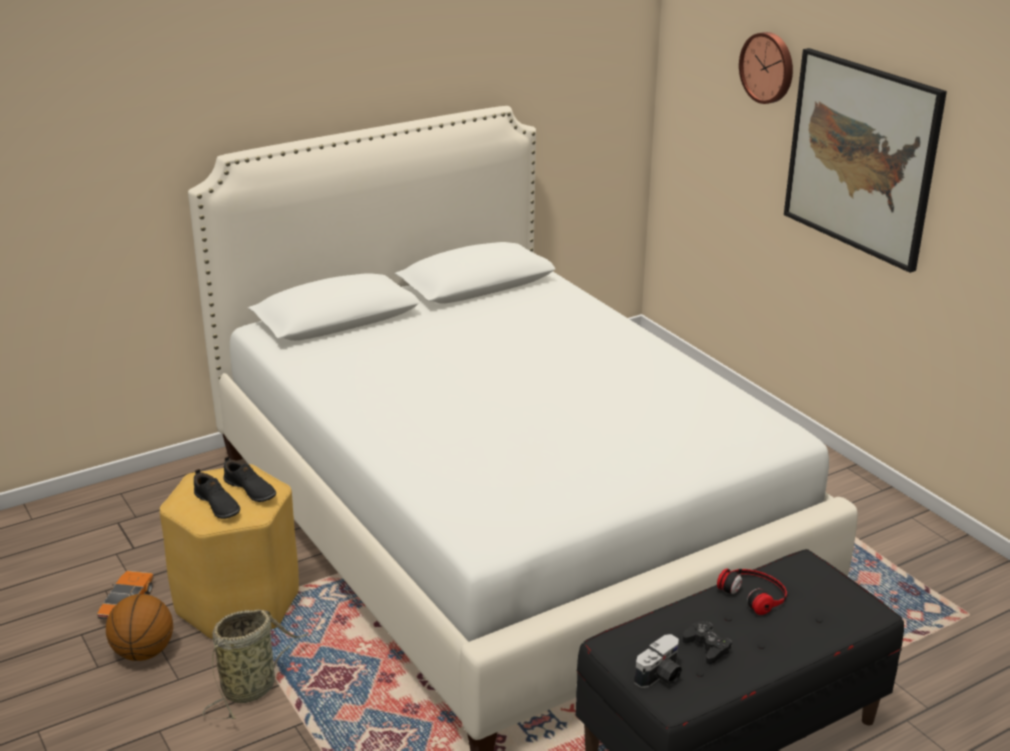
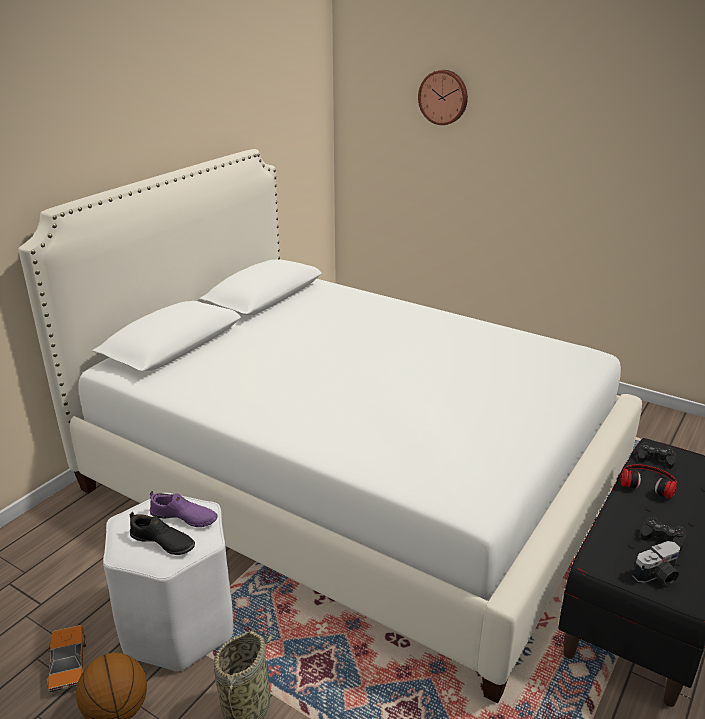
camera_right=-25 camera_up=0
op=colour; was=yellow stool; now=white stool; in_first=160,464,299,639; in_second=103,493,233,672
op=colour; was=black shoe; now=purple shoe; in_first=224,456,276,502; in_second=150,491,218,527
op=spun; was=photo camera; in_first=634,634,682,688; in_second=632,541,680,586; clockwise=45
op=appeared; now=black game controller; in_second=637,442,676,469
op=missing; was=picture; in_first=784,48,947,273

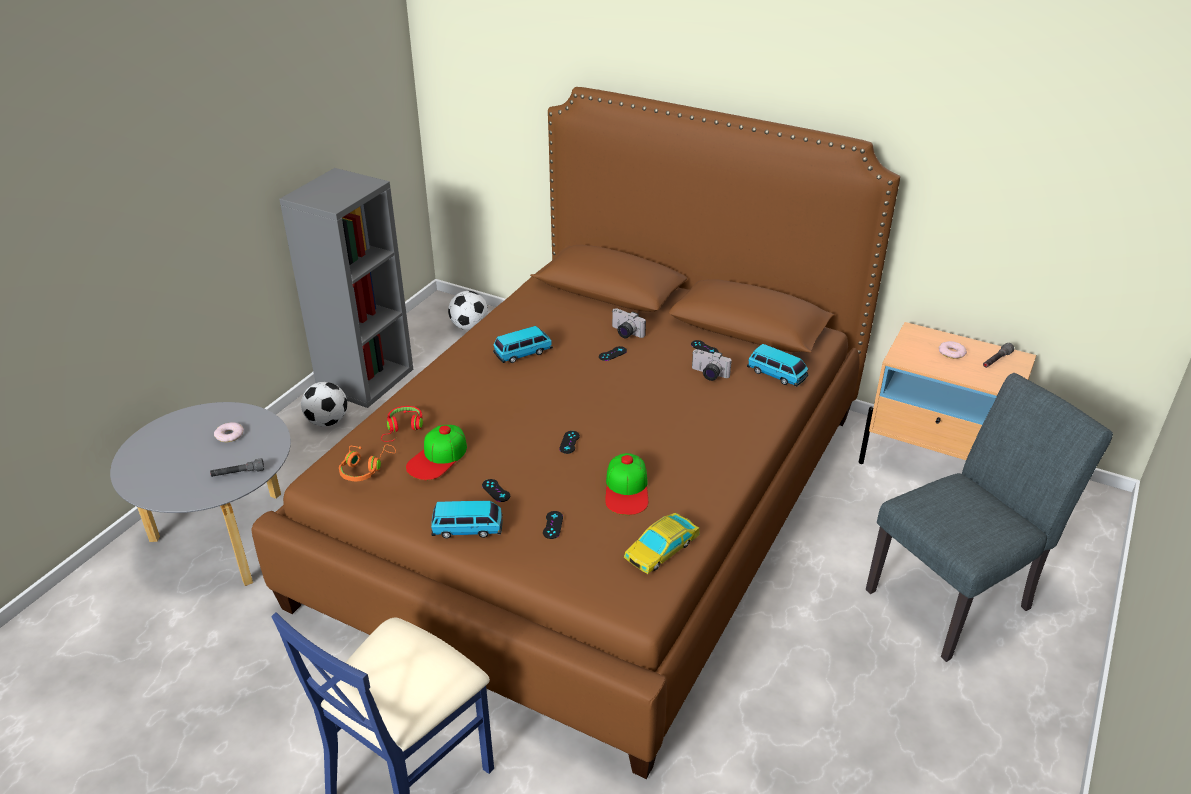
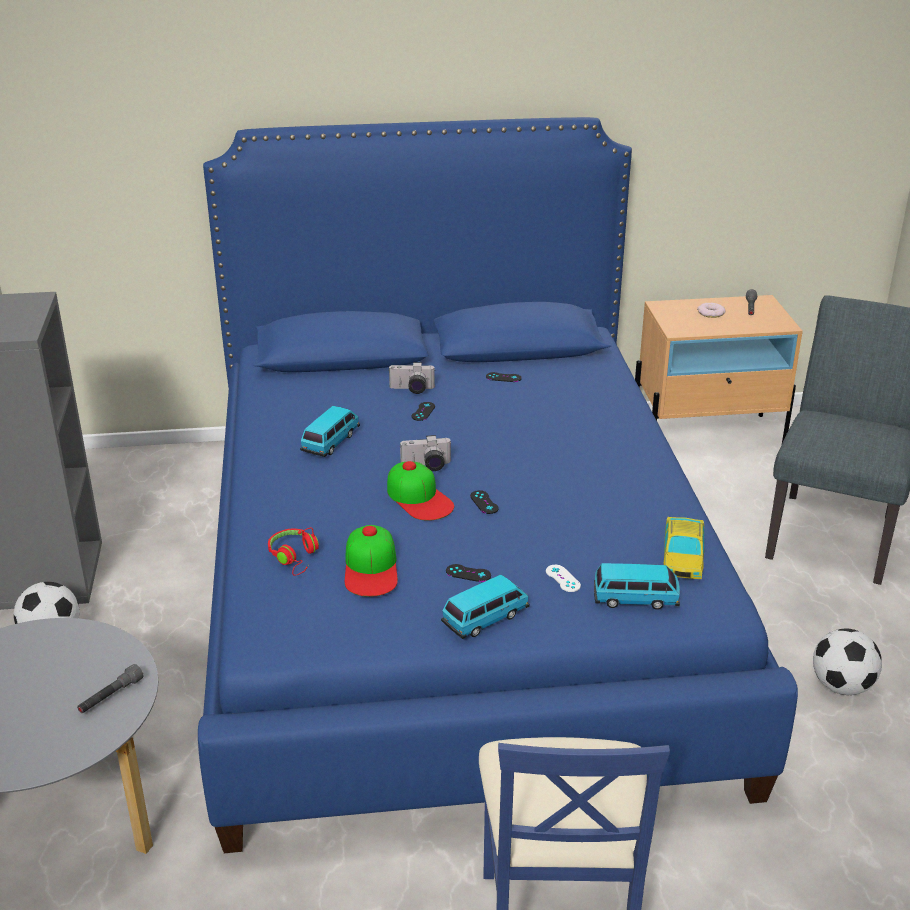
camera_right=-35 camera_up=-5
op=colour; was=brown bed; now=blue bed; in_first=251,87,900,779; in_second=198,117,798,853
op=relocated; was=cap; in_first=605,453,648,515; in_second=387,461,454,521
op=relocated; was=photo camera; in_first=692,349,732,381; in_second=400,435,452,471
op=colour; was=black game controller; now=white game controller; in_first=543,511,563,539; in_second=546,565,581,592
op=relocated; was=toy car; in_first=747,344,808,387; in_second=594,563,680,610
op=relocated; was=football; in_first=448,291,488,330; in_second=813,629,882,695
op=missing; was=donut; in_first=214,422,244,442
op=missing; was=orange headphones; in_first=339,444,396,481

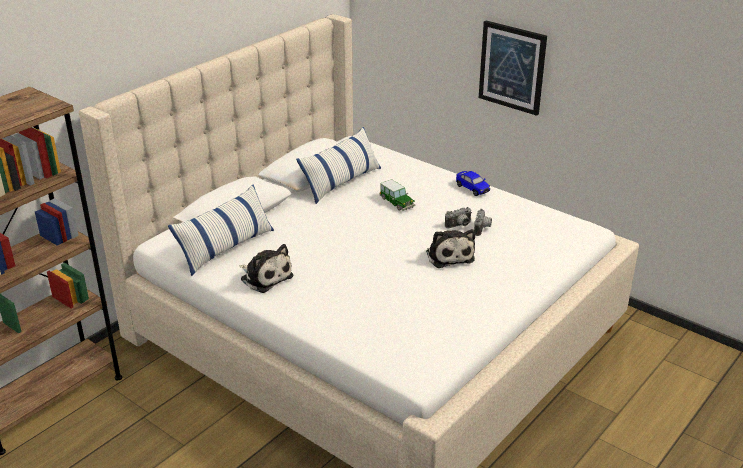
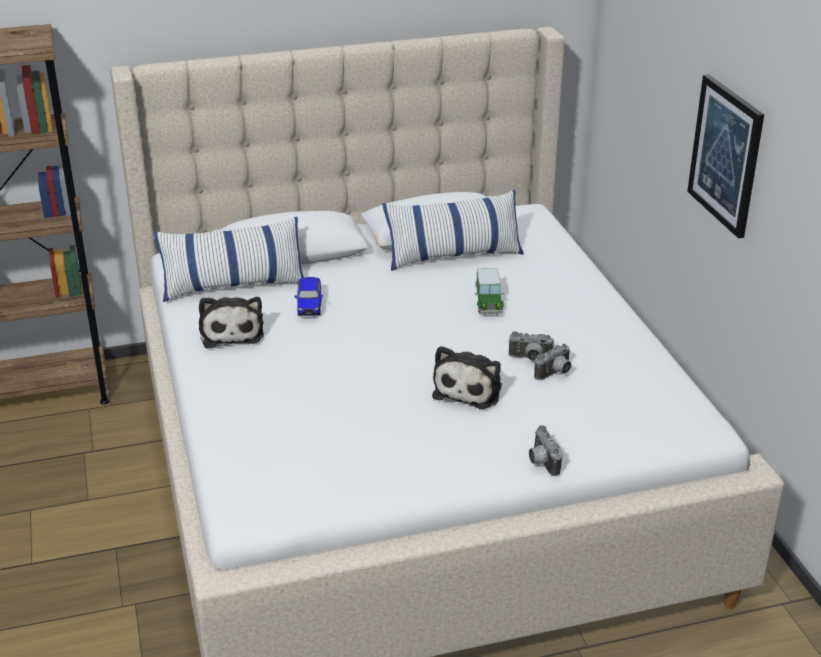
camera_right=35 camera_up=0
op=relocated; was=toy car; in_first=456,171,490,196; in_second=295,277,323,316
op=appeared; now=photo camera; in_second=529,425,563,476

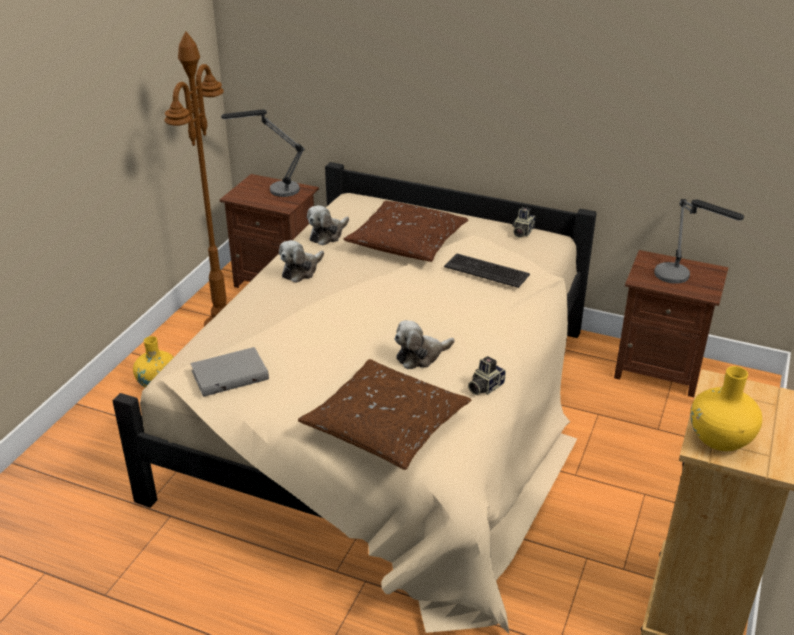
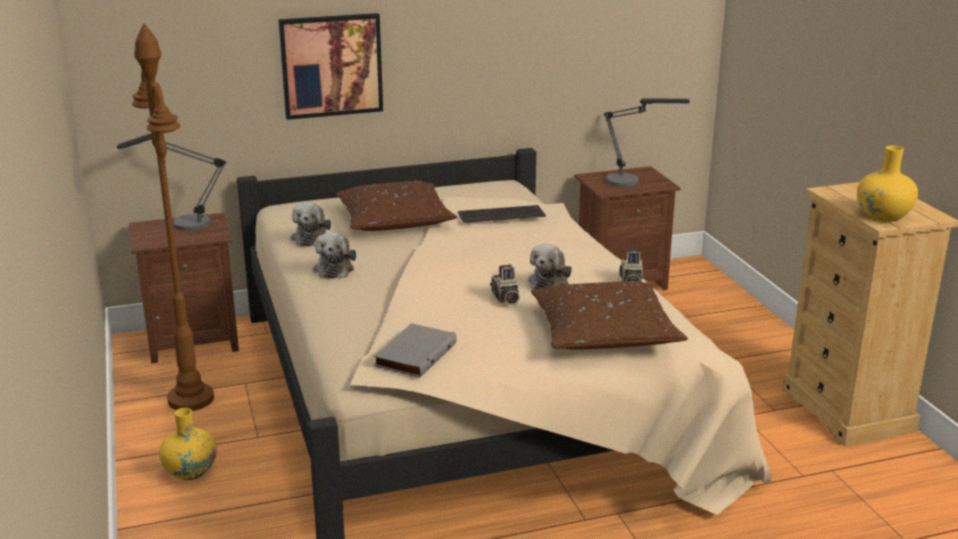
camera_right=-40 camera_up=-10
op=appeared; now=picture; in_second=278,13,383,120
op=relocated; was=photo camera; in_first=512,207,535,238; in_second=490,265,520,305

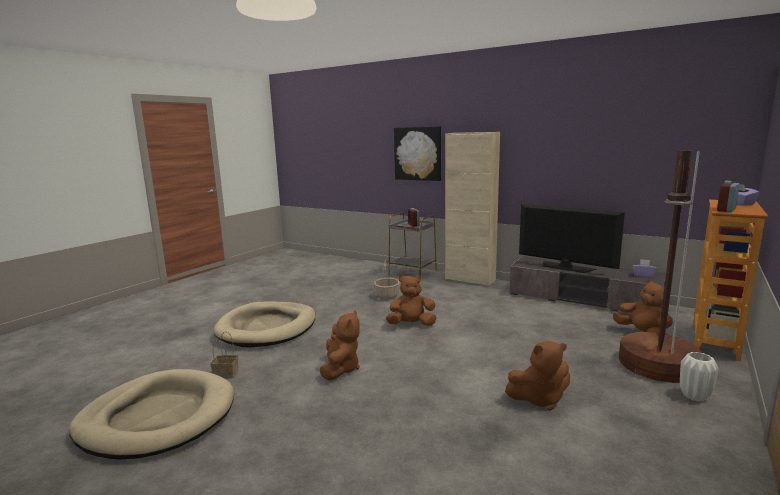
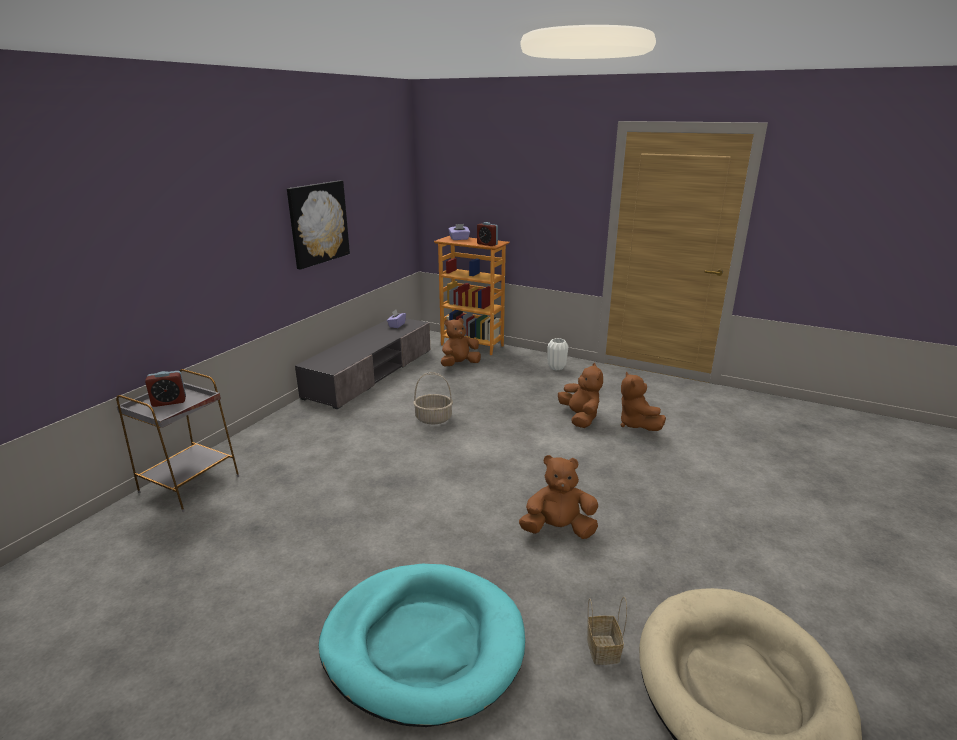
camera_right=-95 camera_up=10
op=relocated; was=picture; in_first=394,126,441,181; in_second=287,180,350,270
op=colour; was=beige dog bed; now=turquoise dog bed; in_first=213,302,316,348; in_second=319,564,525,727
op=relocated; was=basket; in_first=374,259,400,299; in_second=413,372,453,424
op=relocated; was=brown plush toy; in_first=386,275,437,326; in_second=620,372,666,431
op=missing; was=beige cabinet; in_first=445,132,500,286
op=missing; was=television; in_first=519,204,625,273
op=missing; was=brown floor lamp; in_first=619,150,702,383

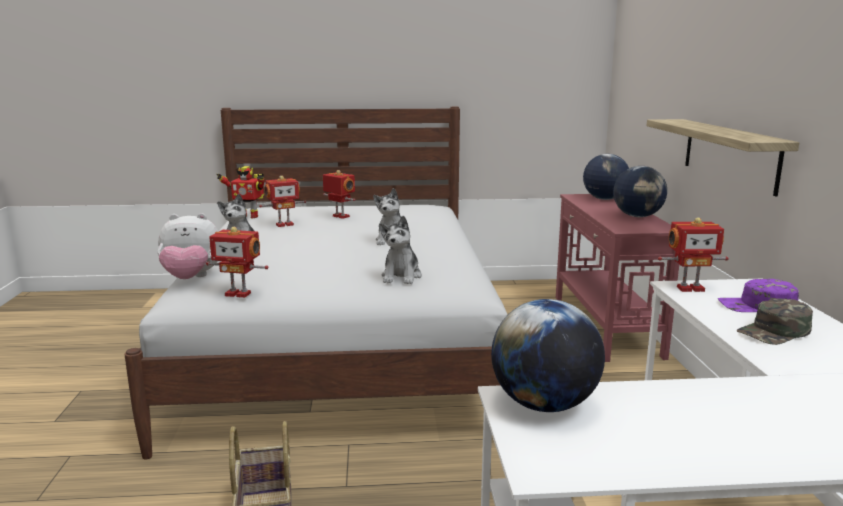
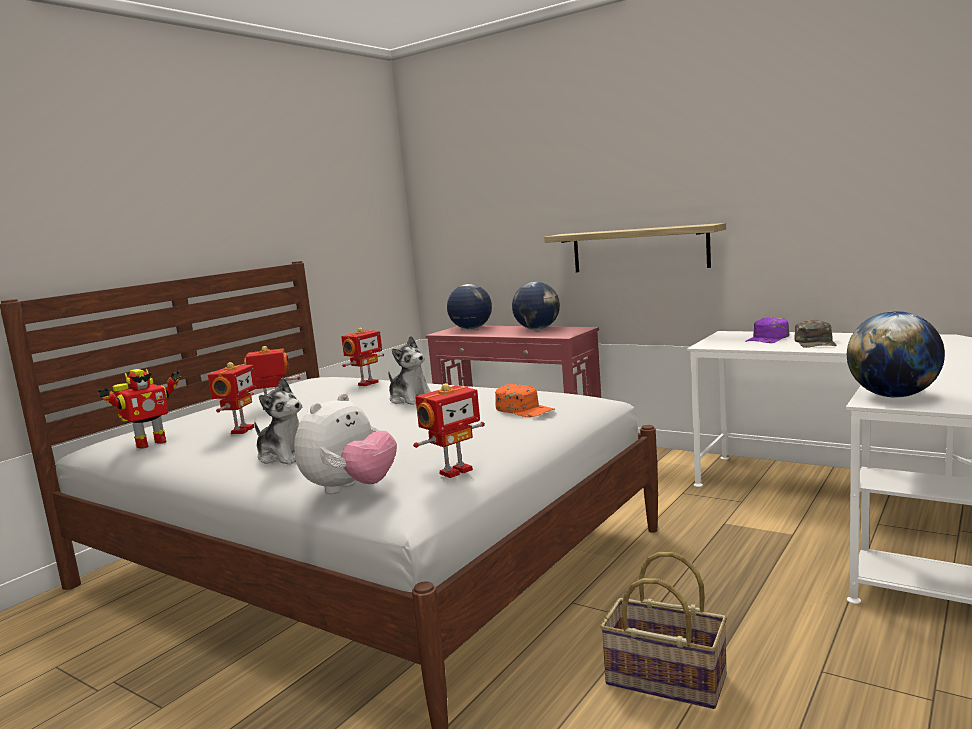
camera_right=-50 camera_up=-5
op=relocated; was=toy robot; in_first=658,218,729,292; in_second=341,328,384,386
op=exchanged; was=plush toy; now=orange cap; in_first=379,216,422,284; in_second=495,384,555,417

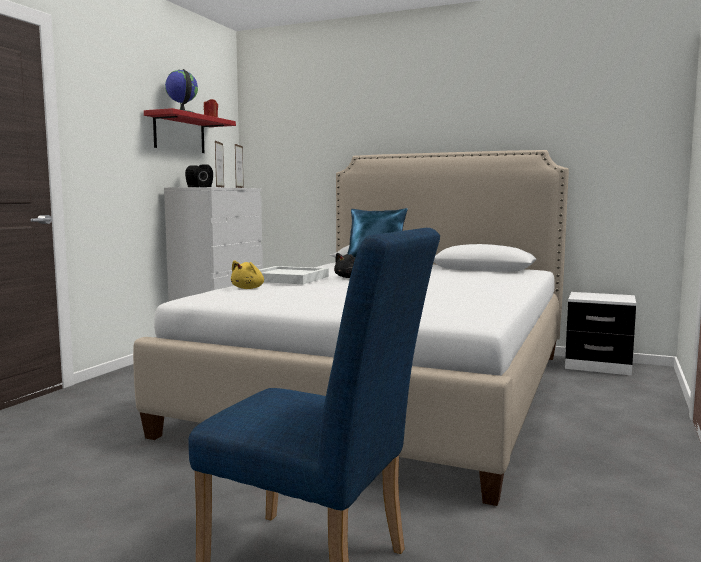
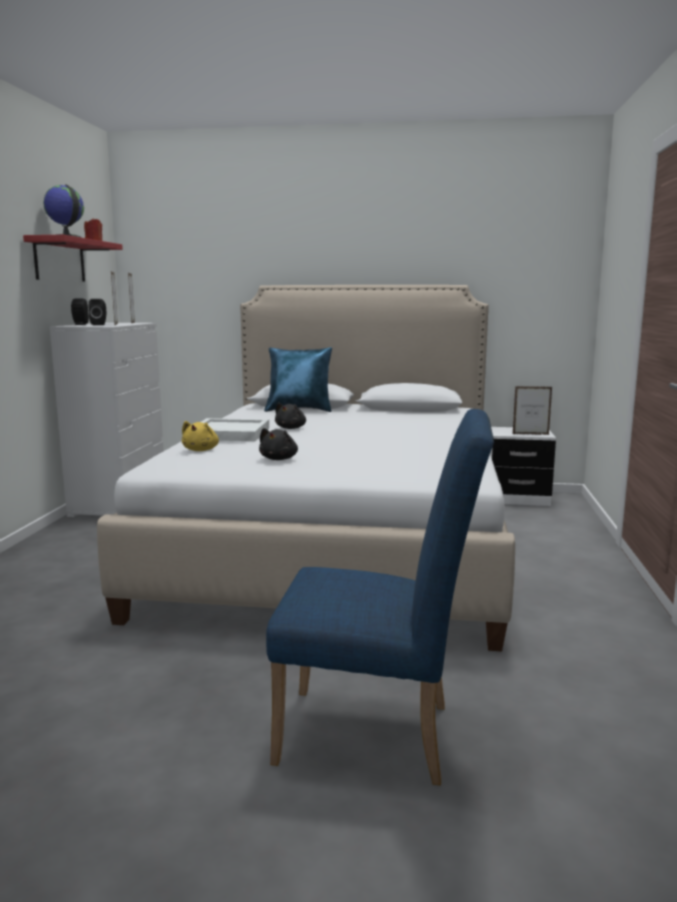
camera_right=-15 camera_up=5
op=appeared; now=black plush toy; in_second=259,428,298,460
op=appeared; now=picture frame; in_second=513,386,552,435

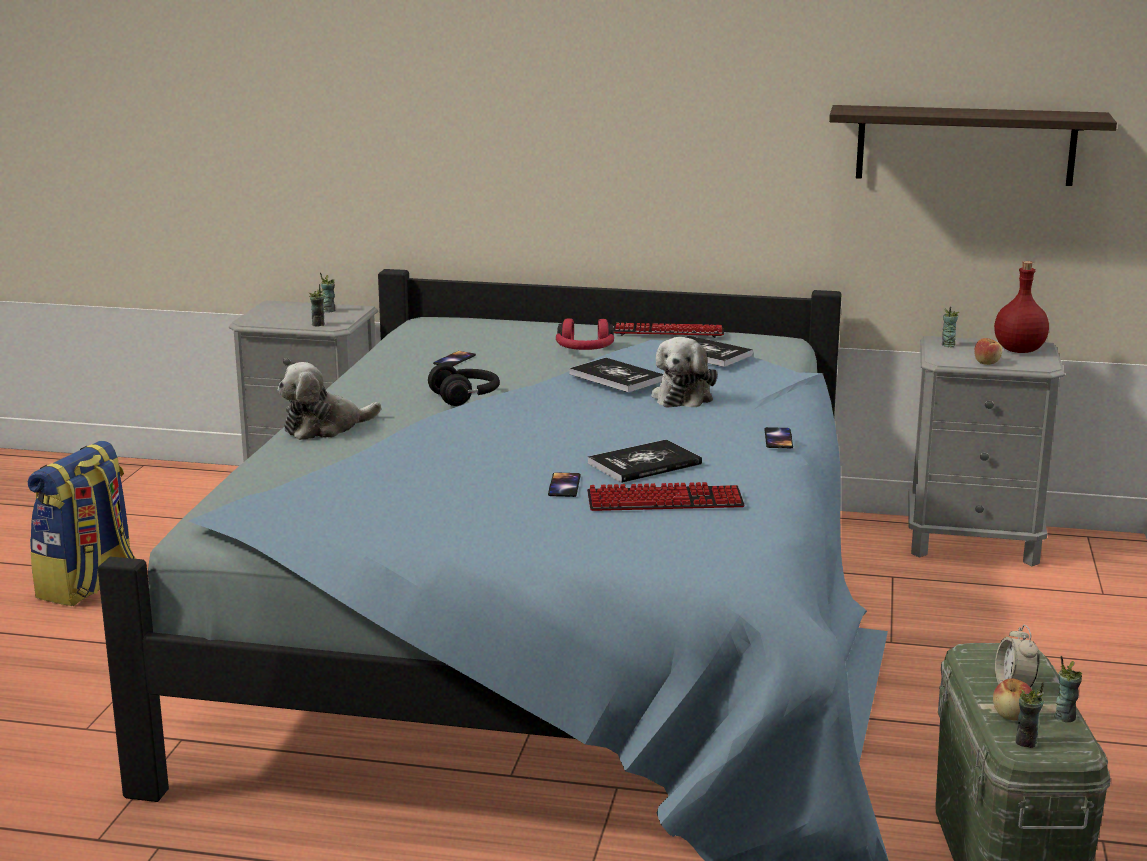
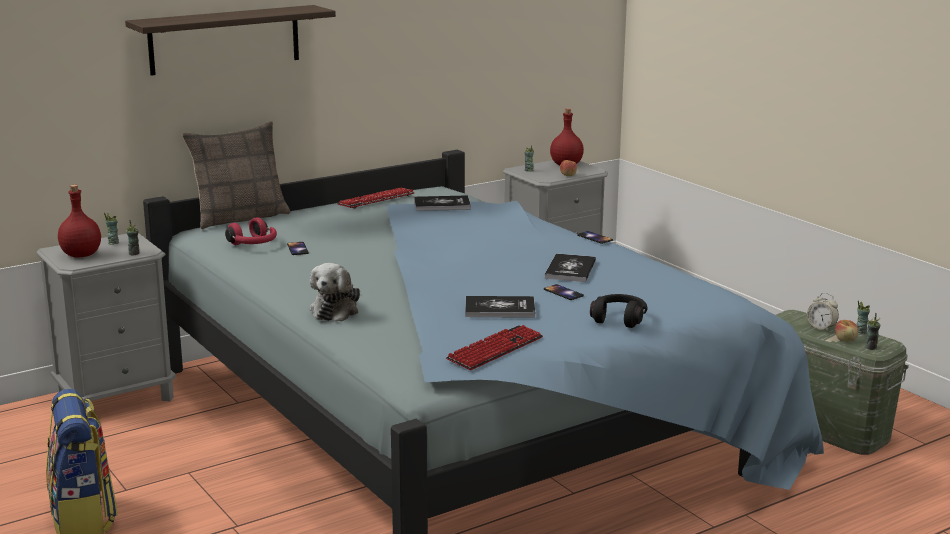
camera_right=-45 camera_up=0
op=appeared; now=red bottle; in_second=58,185,101,258
op=relocated; was=shelf; in_first=829,105,1117,186; in_second=125,5,336,76
op=appeared; now=pillow; in_second=182,121,290,229
op=relocated; was=red headphones; in_first=556,318,614,350; in_second=225,217,277,245
op=relocated; was=keyboard; in_first=587,482,745,511; in_second=446,325,543,370
op=relocated; was=book; in_first=569,358,663,392; in_second=465,296,535,318
op=relocated; was=black headphones; in_first=428,364,500,406; in_second=590,294,648,328
op=missing; was=plush toy; in_first=651,337,717,408

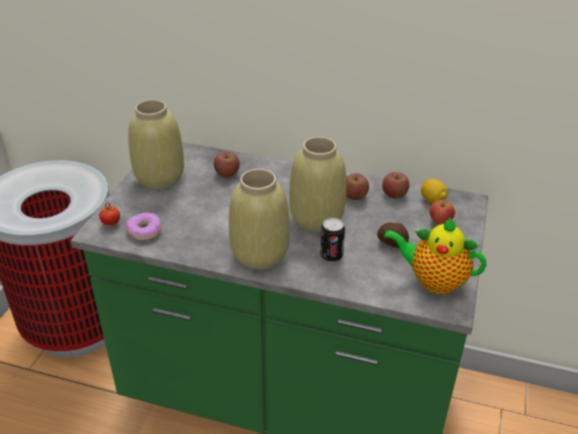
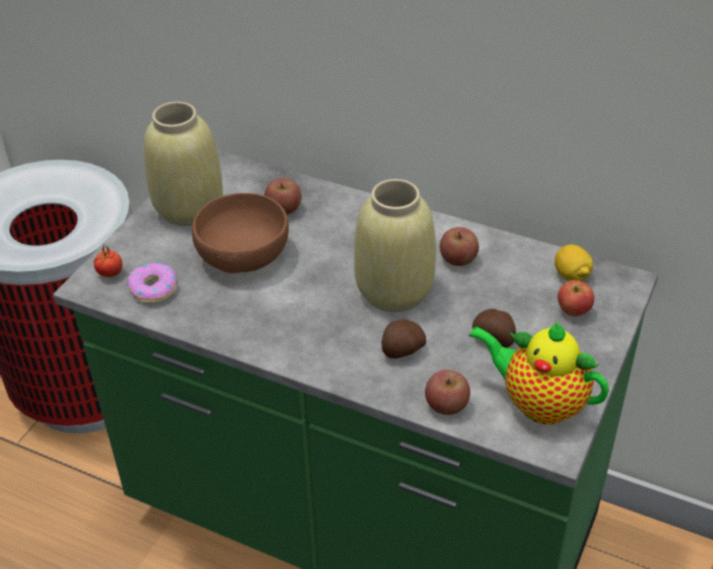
camera_right=10 camera_up=5
op=appeared; now=brown bowl; in_second=192,193,289,273
op=exchanged; was=can; now=potato; in_first=320,218,345,262; in_second=382,319,426,359
op=relocated; was=apple; in_first=382,172,409,198; in_second=425,370,470,415
op=missing; was=beige vase; in_first=229,169,290,270

